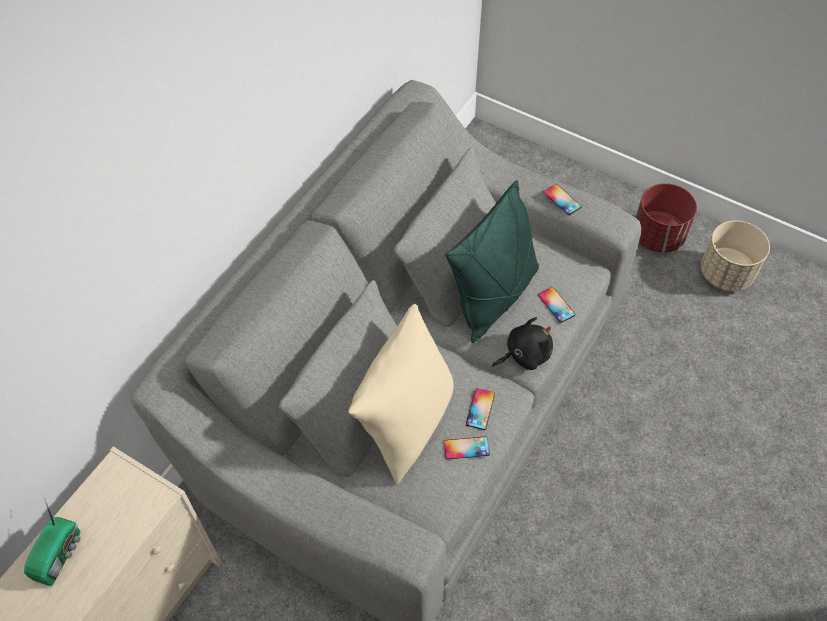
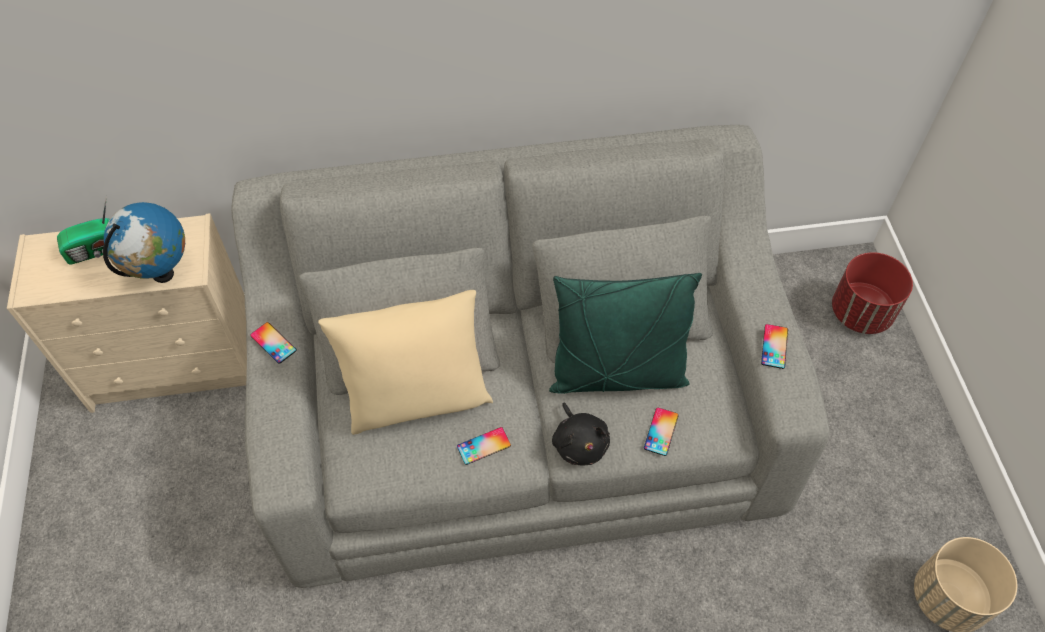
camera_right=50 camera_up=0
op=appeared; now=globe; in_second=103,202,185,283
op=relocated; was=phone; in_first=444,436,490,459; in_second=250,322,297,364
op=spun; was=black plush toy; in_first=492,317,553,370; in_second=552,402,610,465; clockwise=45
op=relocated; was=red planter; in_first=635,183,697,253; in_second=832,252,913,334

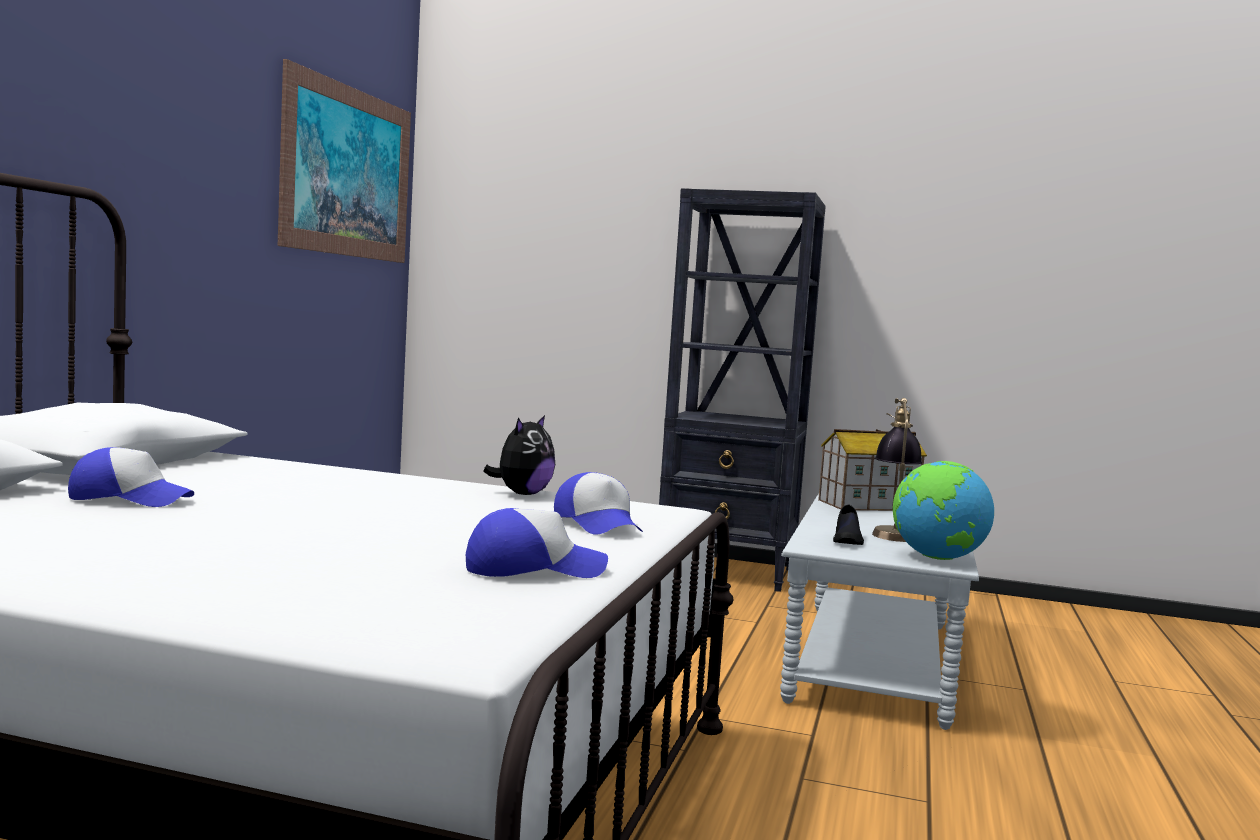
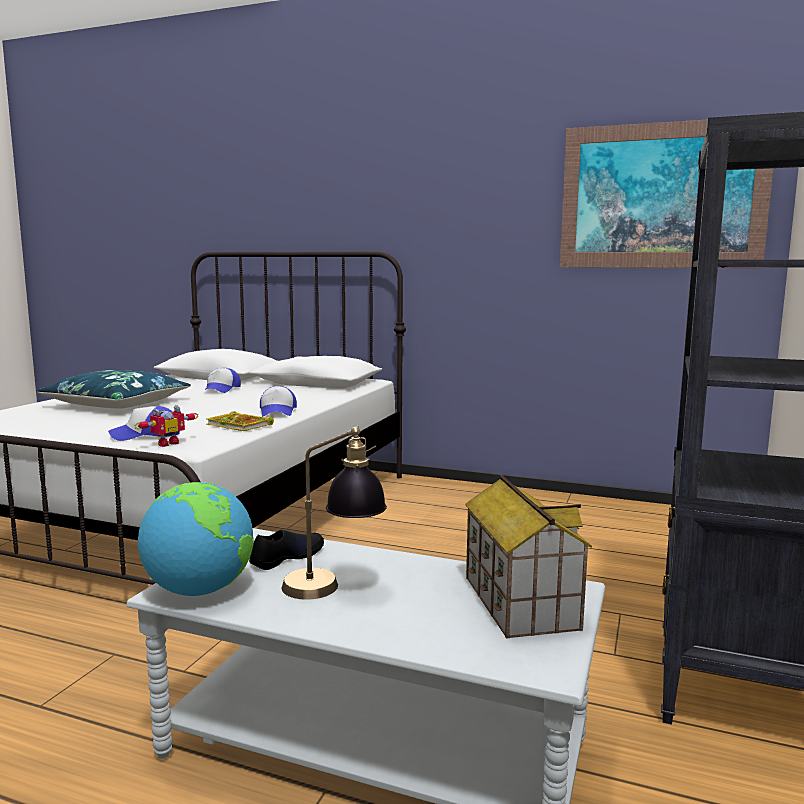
camera_right=95 camera_up=5
op=appeared; now=blue pillow; in_second=37,370,191,409
op=appeared; now=toy robot; in_second=134,405,198,447
op=exchanged; was=plush toy; now=book; in_first=483,415,555,495; in_second=206,411,274,431
op=spun; was=black shoe; in_first=833,504,864,545; in_second=249,530,324,570; clockwise=120
op=relocated; was=cap; in_first=466,508,608,578; in_second=260,386,297,416

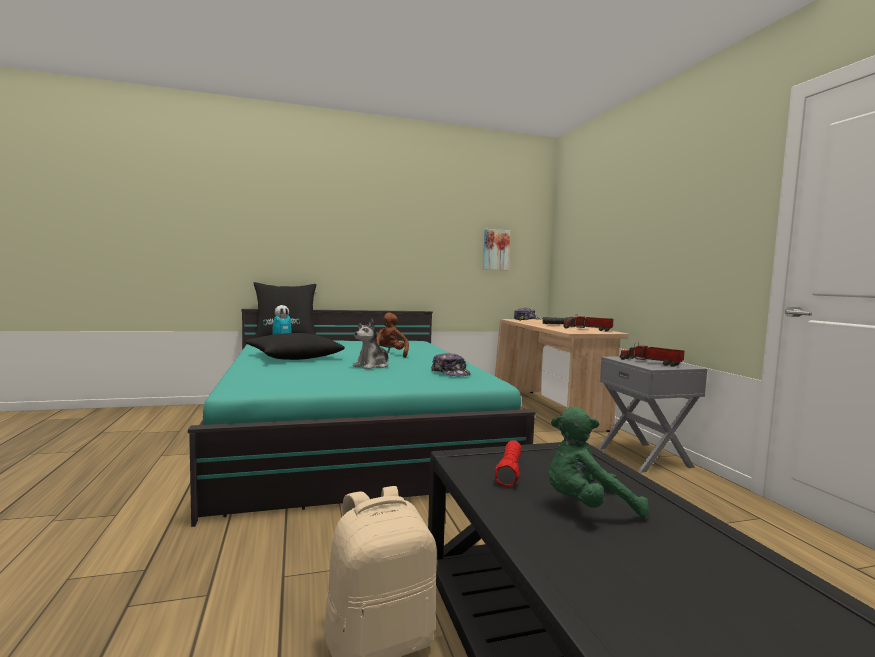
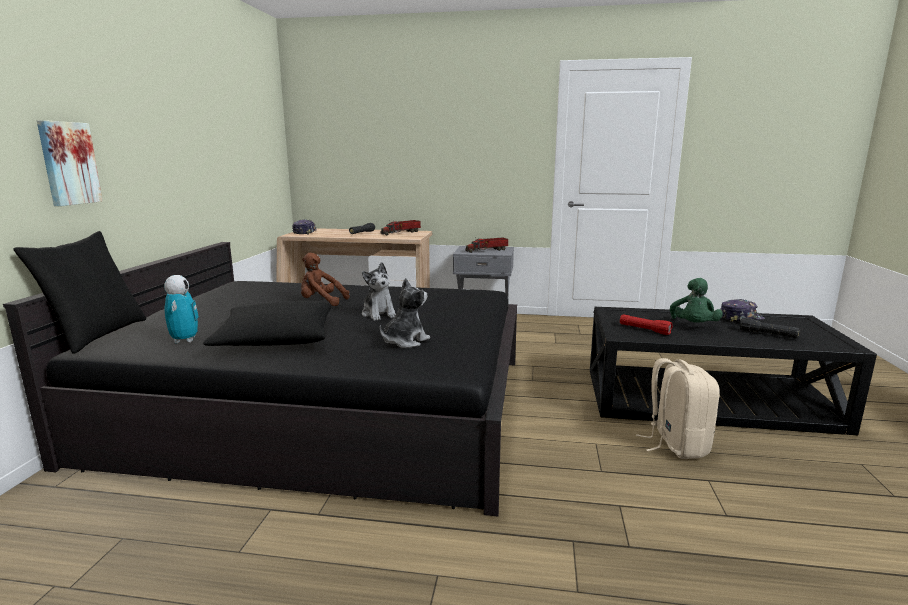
camera_right=-65 camera_up=10
op=colour; was=turquoise bed; now=black bed; in_first=188,309,536,527; in_second=3,242,517,516
op=relocated; was=picture; in_first=483,229,510,270; in_second=37,120,103,206
op=appeared; now=plush toy; in_second=380,278,430,348
op=relocated; was=cap; in_first=431,353,471,376; in_second=721,299,765,322
op=appeared; now=black flashlight; in_second=740,317,799,338

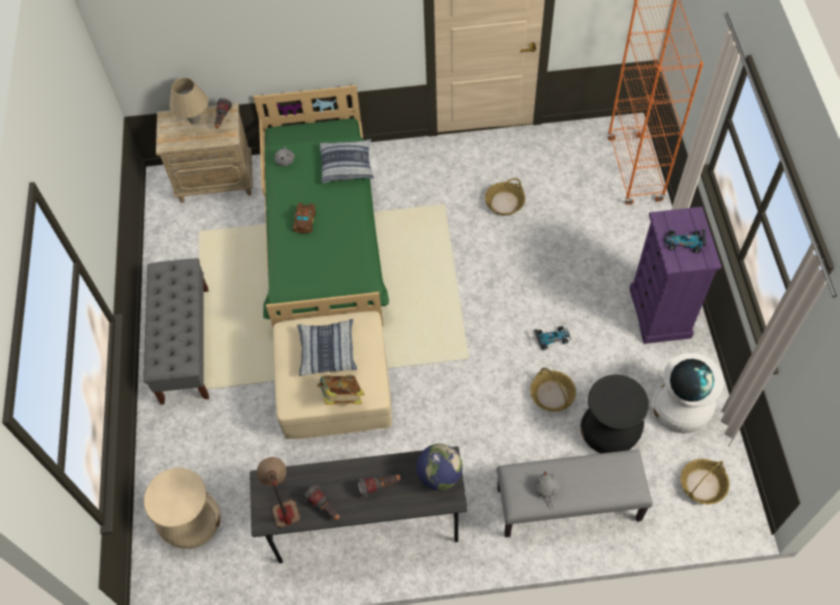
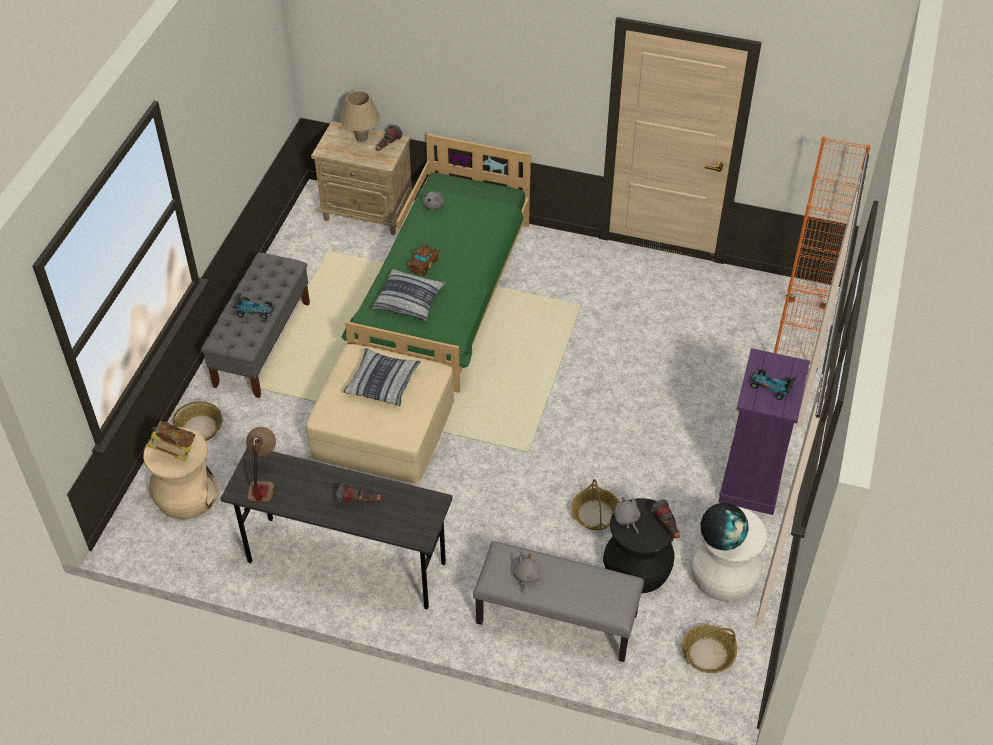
camera_right=20 camera_up=-10
op=relocated; was=book; in_first=317,375,364,405; in_second=147,421,196,462
op=relocated; was=basket; in_first=485,178,525,215; in_second=173,401,222,441
op=relocated; was=toy car; in_first=534,326,571,350; in_second=233,294,275,319
op=relocated; was=pillow; in_first=320,139,374,183; in_second=372,269,446,321
op=appeared; now=grey plush toy; in_second=614,497,640,534
op=relocated; was=flashlight; in_first=303,485,340,521; in_second=650,500,680,539
op=missing; was=globe; in_first=416,444,463,491

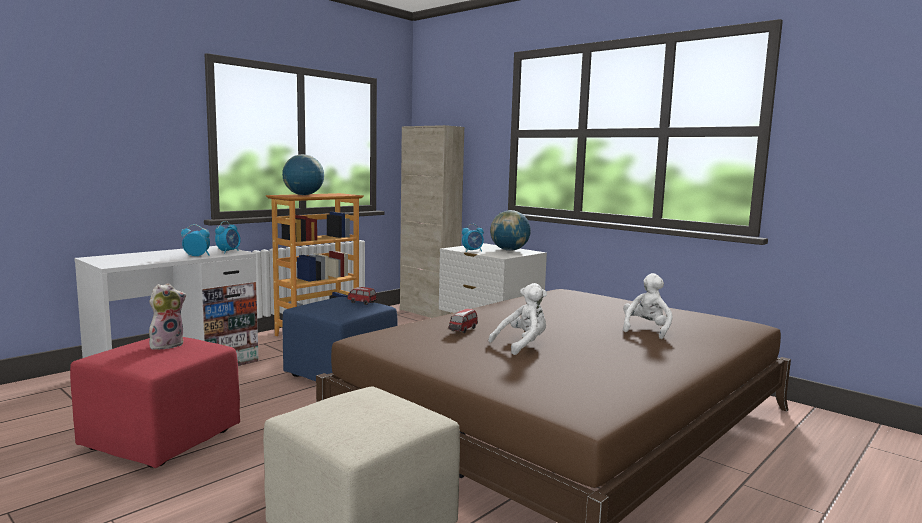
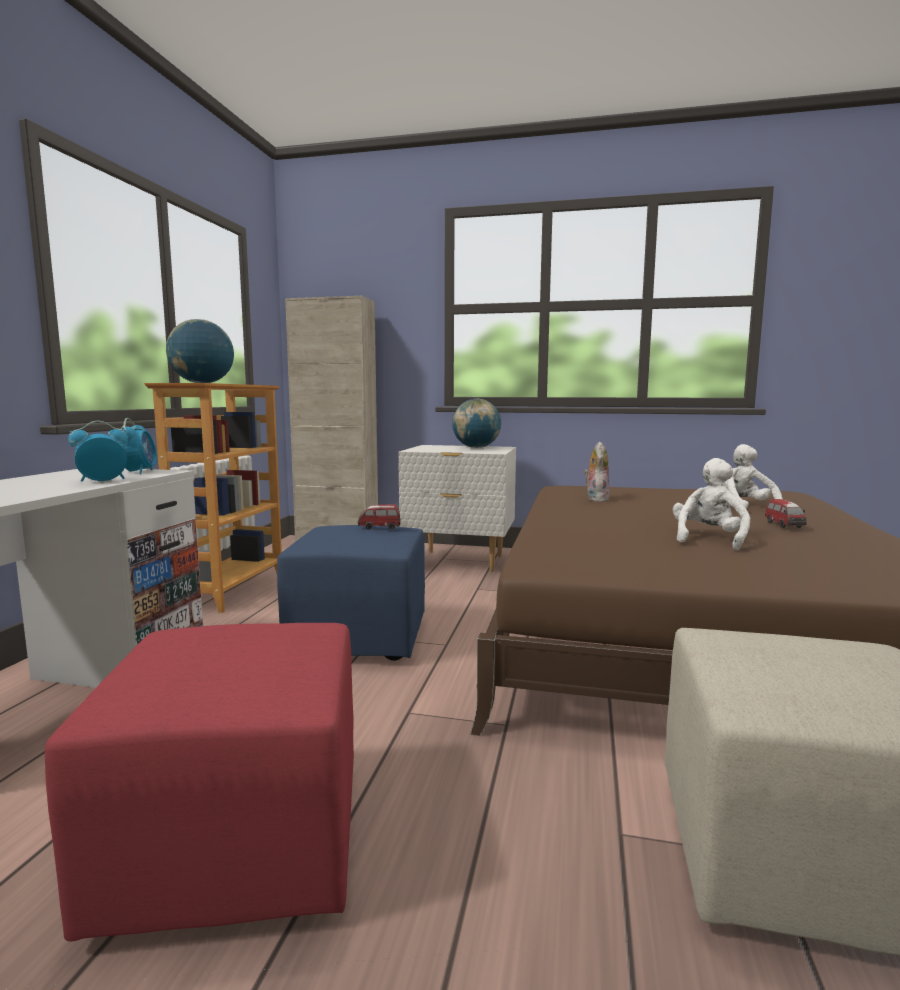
camera_right=-30 camera_up=0
op=relocated; was=plush toy; in_first=149,283,186,350; in_second=584,442,610,502
op=relocated; was=toy car; in_first=449,309,478,333; in_second=765,499,807,528
op=missing; was=alarm clock; in_first=462,224,484,252

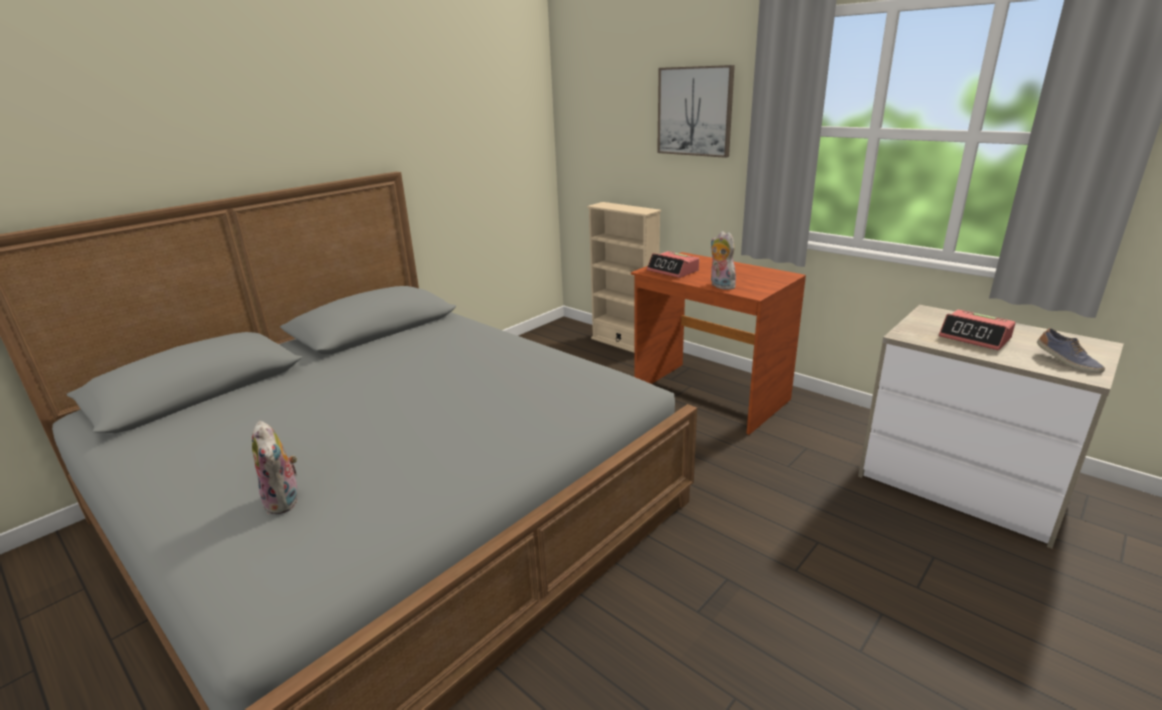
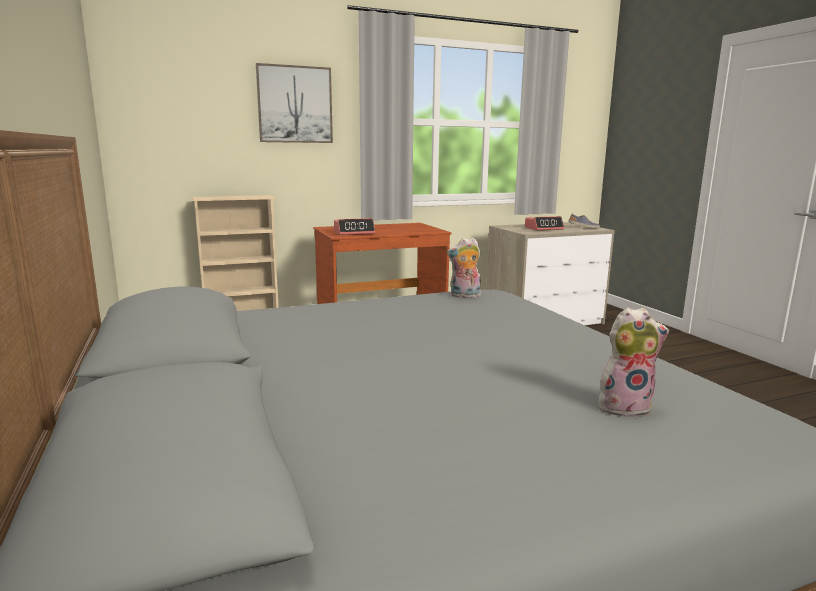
camera_right=-65 camera_up=-10
op=relocated; was=plush toy; in_first=710,231,736,290; in_second=447,238,481,298

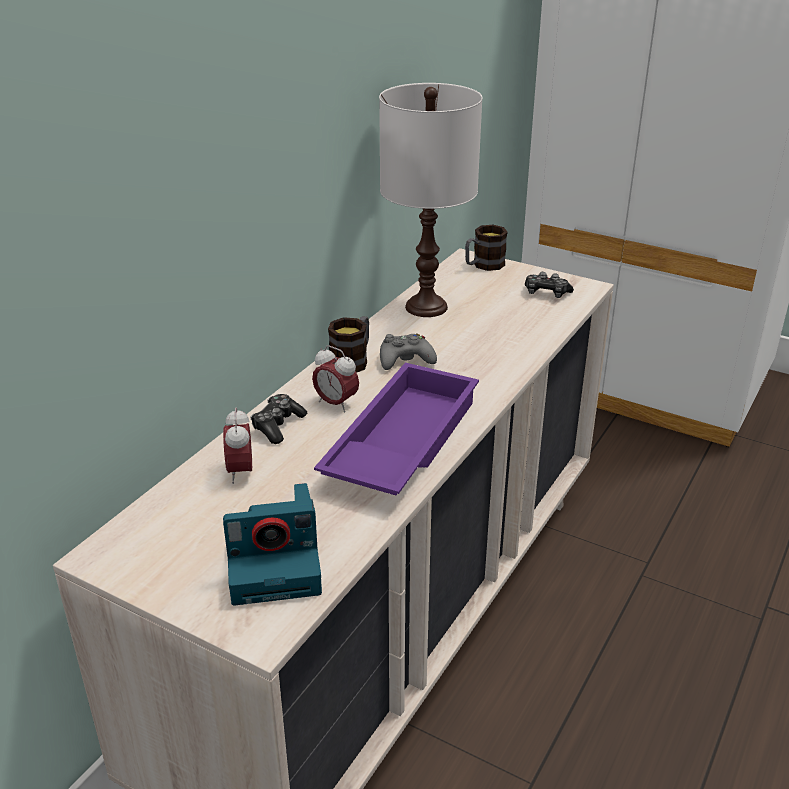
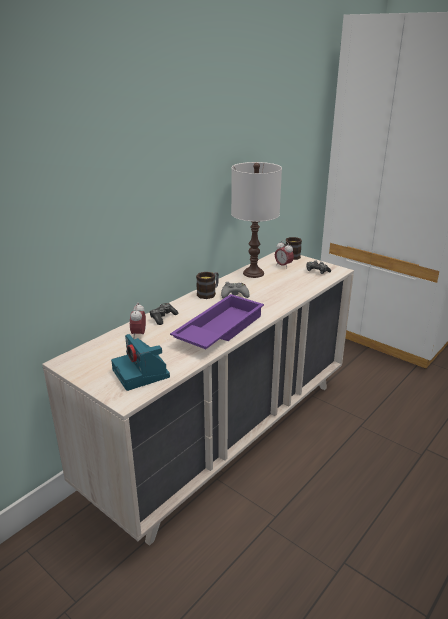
camera_right=10 camera_up=-5
op=spun; was=photo camera; in_first=223,483,322,606; in_second=111,334,170,391; clockwise=60
op=relocated; was=alarm clock; in_first=312,346,359,412; in_second=275,240,294,269

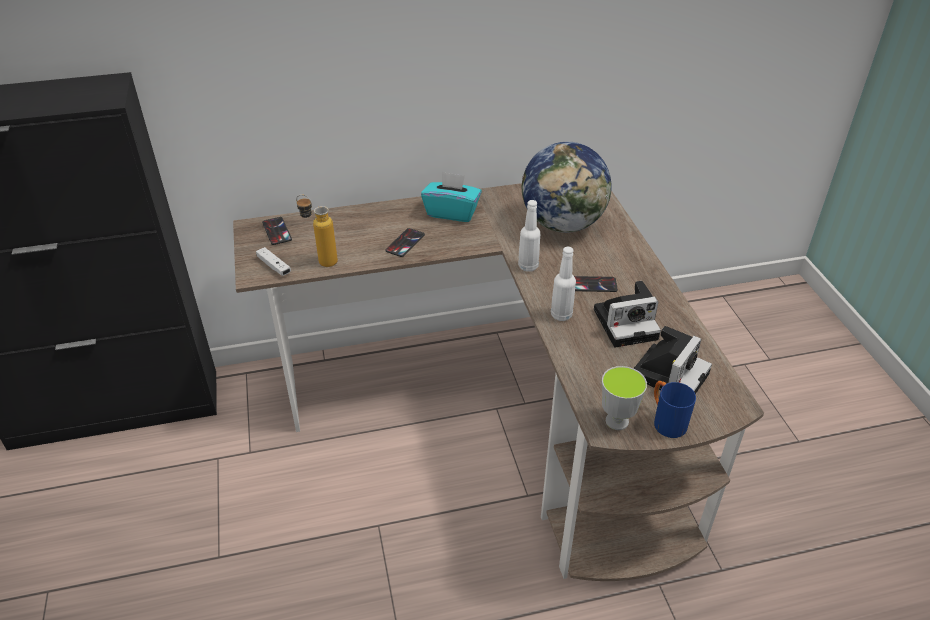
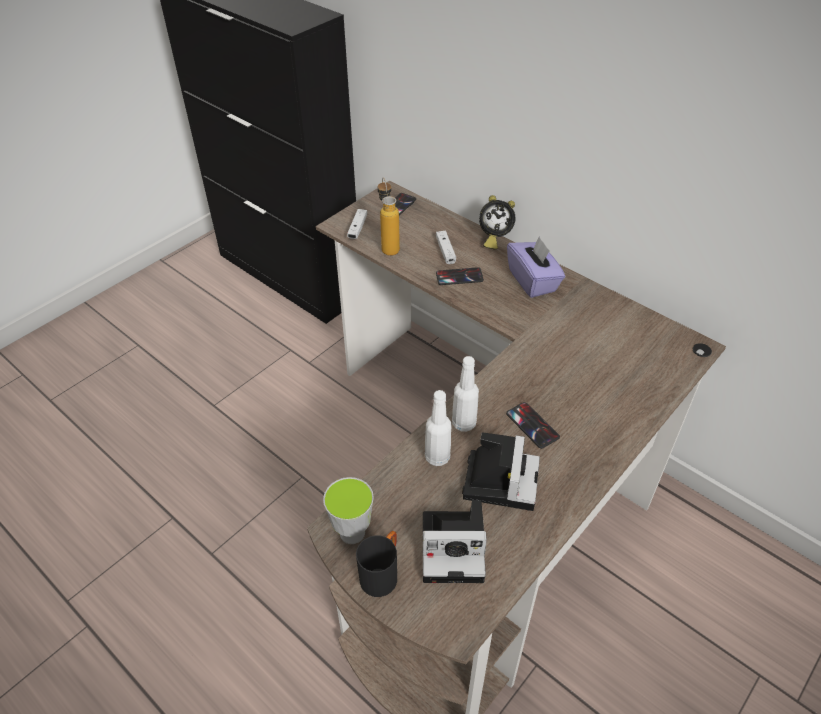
camera_right=55 camera_up=5
op=colour; was=blue mug; now=black mug; in_first=654,381,696,438; in_second=356,531,397,597
op=relocated; was=white bottle; in_first=518,200,540,272; in_second=425,390,451,466
op=appeared; now=white game controller; in_second=436,231,456,264
op=spun; was=photo camera; in_first=594,281,661,347; in_second=462,432,540,511; clockwise=-120
op=appeared; now=alarm clock; in_second=479,195,515,250
op=colour; was=turquoise tissue box; now=purple tissue box; in_first=421,171,482,222; in_second=507,236,565,298
op=missing; was=globe; in_first=522,142,612,233

